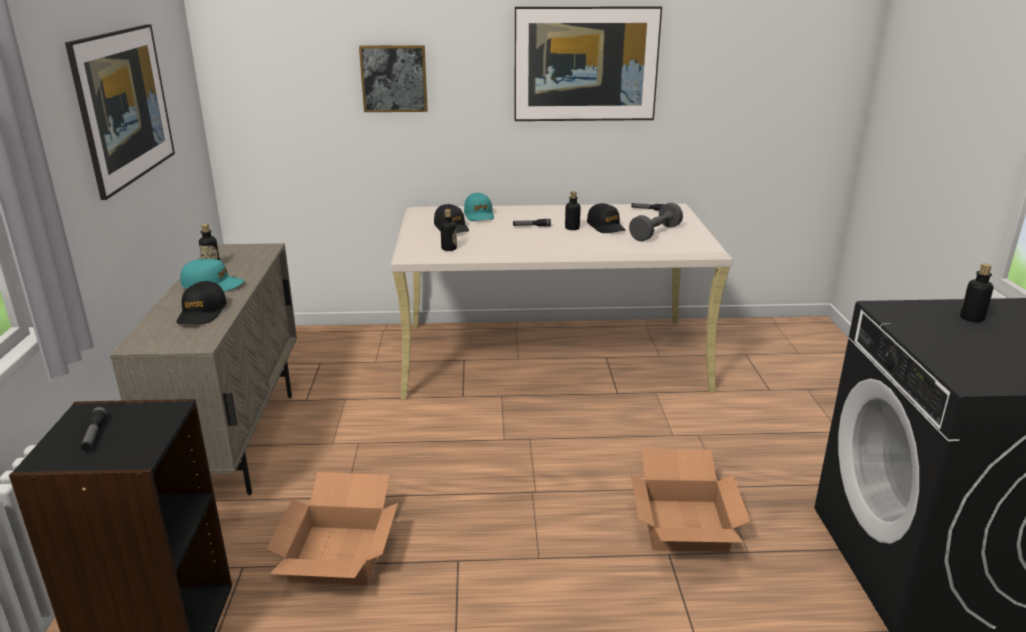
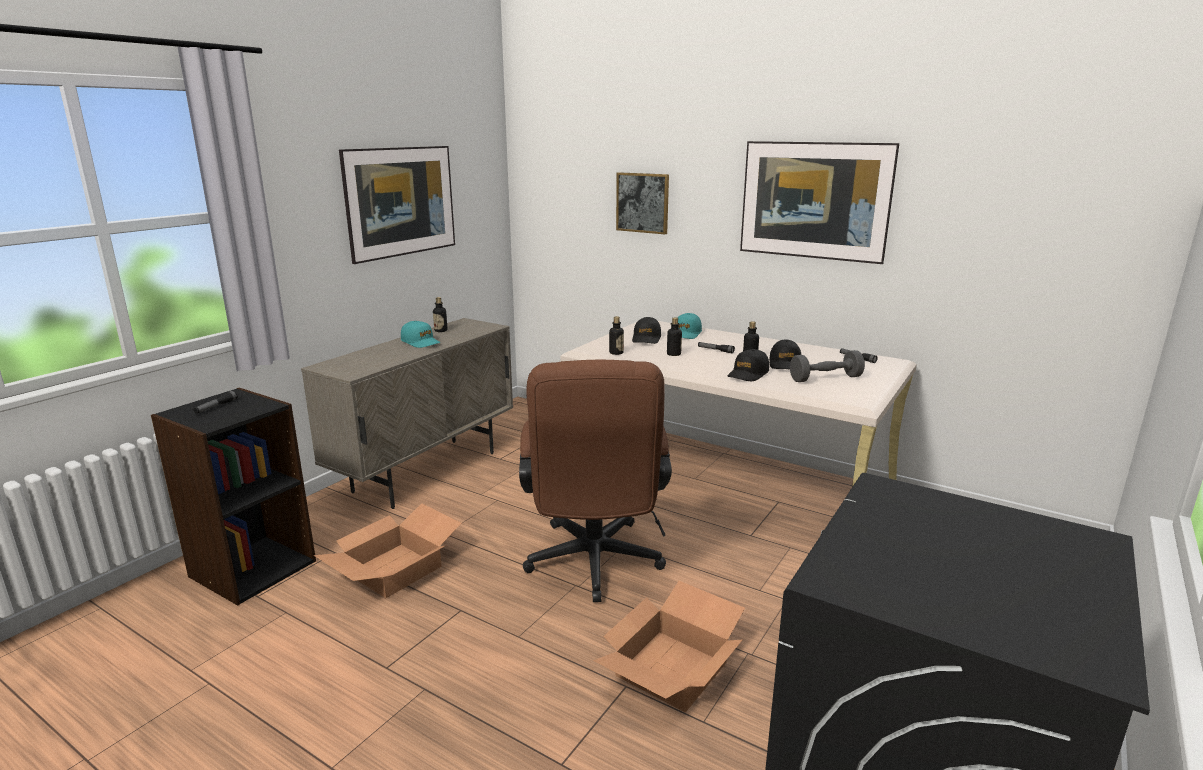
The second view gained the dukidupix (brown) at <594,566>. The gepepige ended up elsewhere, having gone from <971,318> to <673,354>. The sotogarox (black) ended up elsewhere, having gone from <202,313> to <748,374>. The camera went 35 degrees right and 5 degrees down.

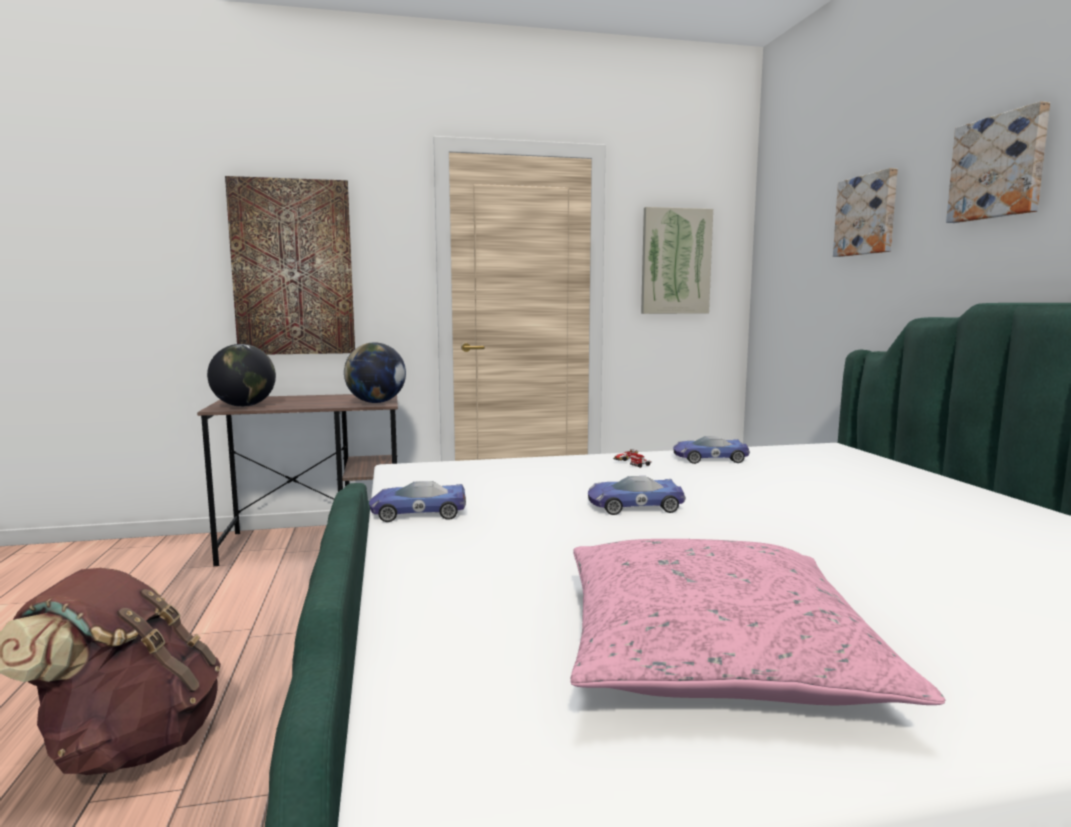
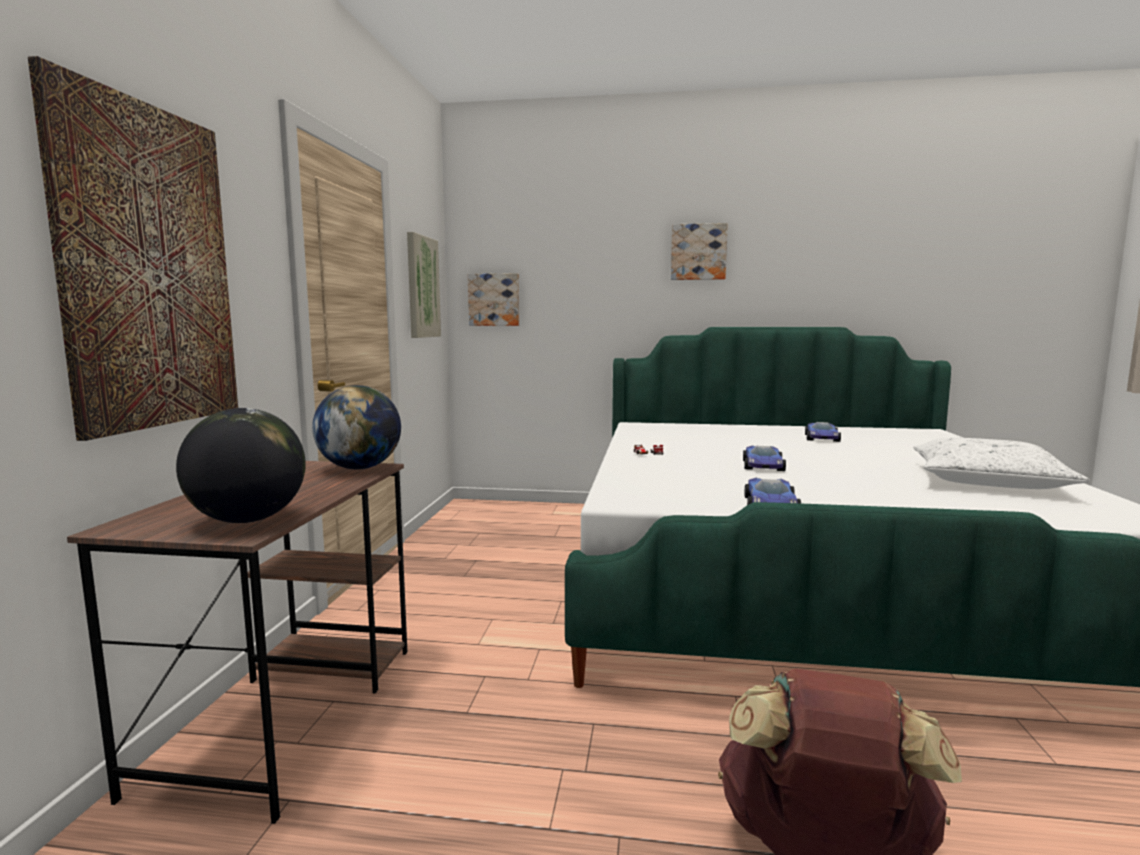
The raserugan ended up elsewhere, having gone from <867,215> to <494,299>. The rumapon ended up elsewhere, having gone from <708,458> to <822,438>. What was the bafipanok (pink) at <713,652> turned into the bafipanok (white) at <987,481>. The camera went 70 degrees left and 0 degrees up.

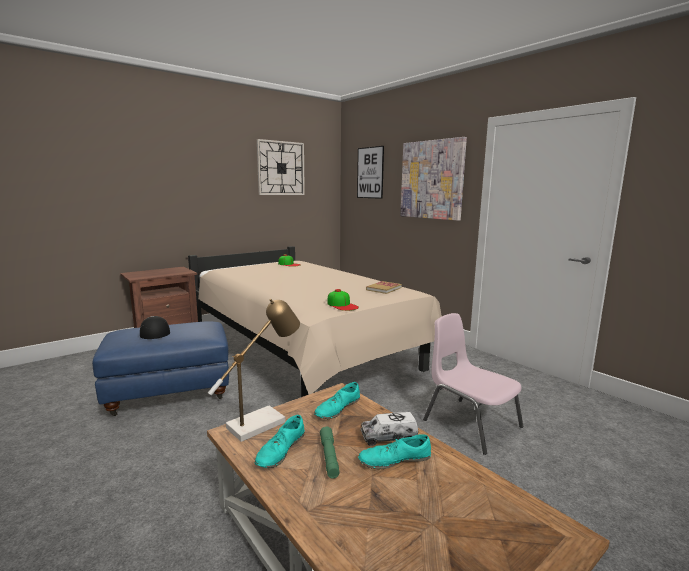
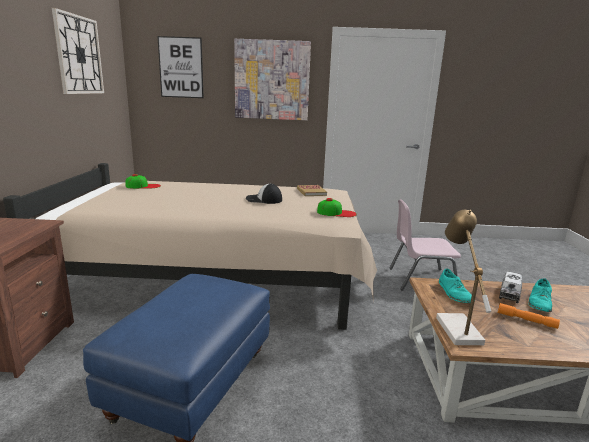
The sotogarox ended up elsewhere, having gone from <154,332> to <263,200>. What was the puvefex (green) at <329,457> turned into the puvefex (orange) at <526,320>. The second view lost the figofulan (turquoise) at <280,450>. The camera went 50 degrees left and 5 degrees up.

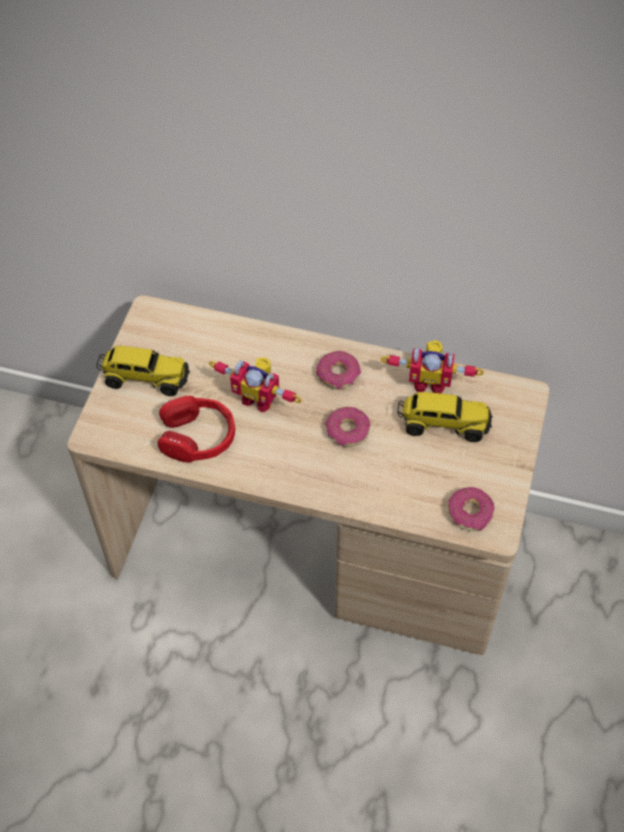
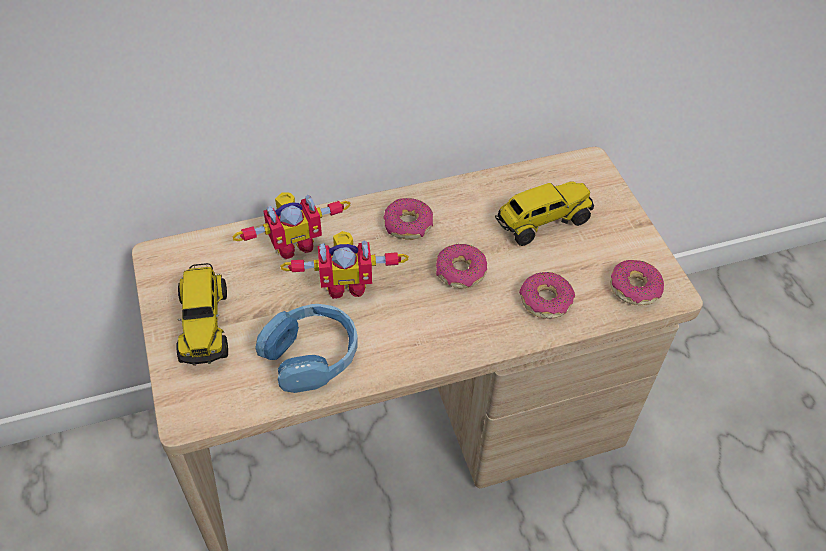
The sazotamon at <145,378> ended up facing another way, 105 degrees clockwise from before. The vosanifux ended up elsewhere, having gone from <429,382> to <294,243>. What was the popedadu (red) at <198,437> turned into the popedadu (blue) at <311,355>. The second view gained the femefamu at <545,301>. The camera went 35 degrees left and 5 degrees down.

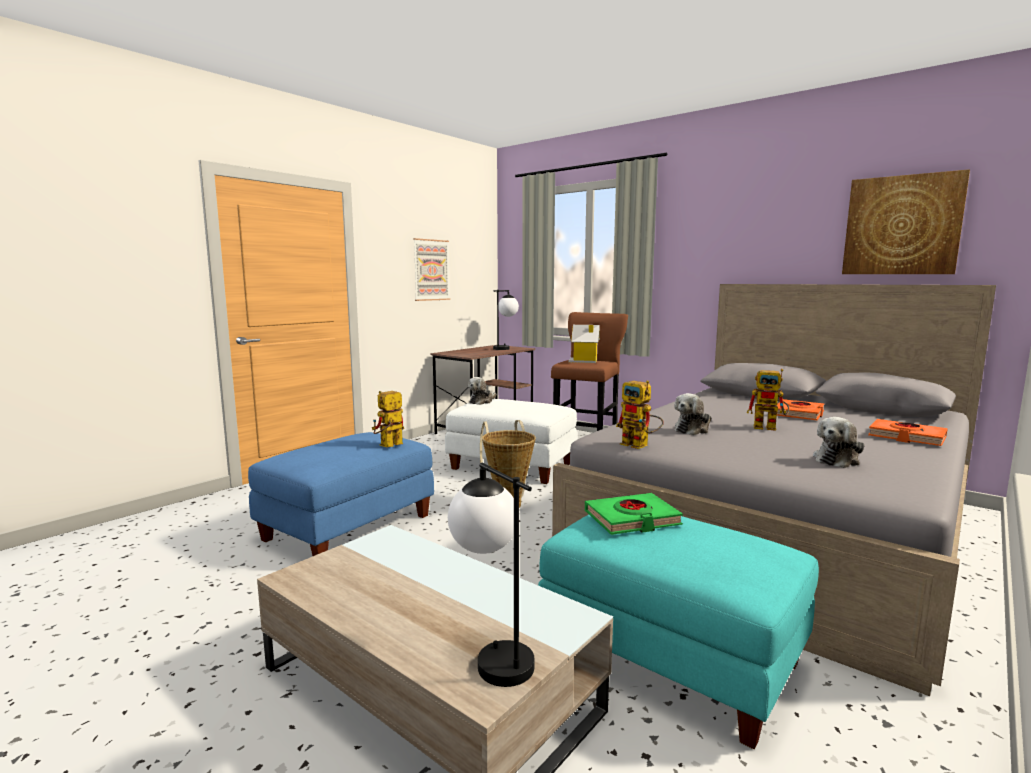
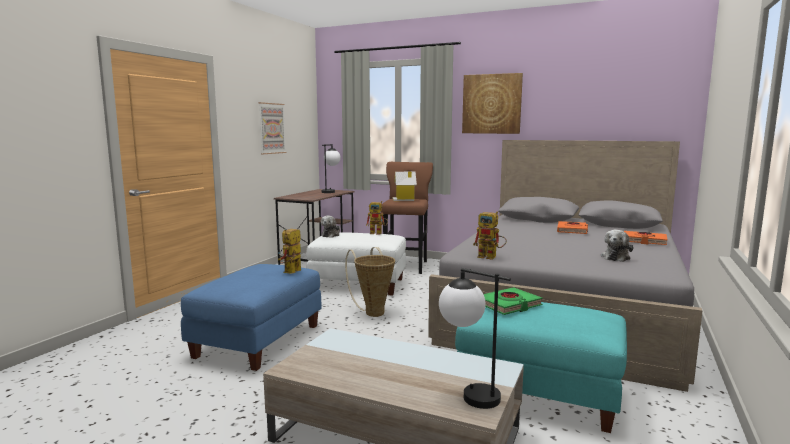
The vosanifux ended up elsewhere, having gone from <770,427> to <378,233>. The raserugan ended up elsewhere, having gone from <902,225> to <491,104>. The second view lost the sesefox at <693,429>. The camera went 15 degrees left and 0 degrees up.

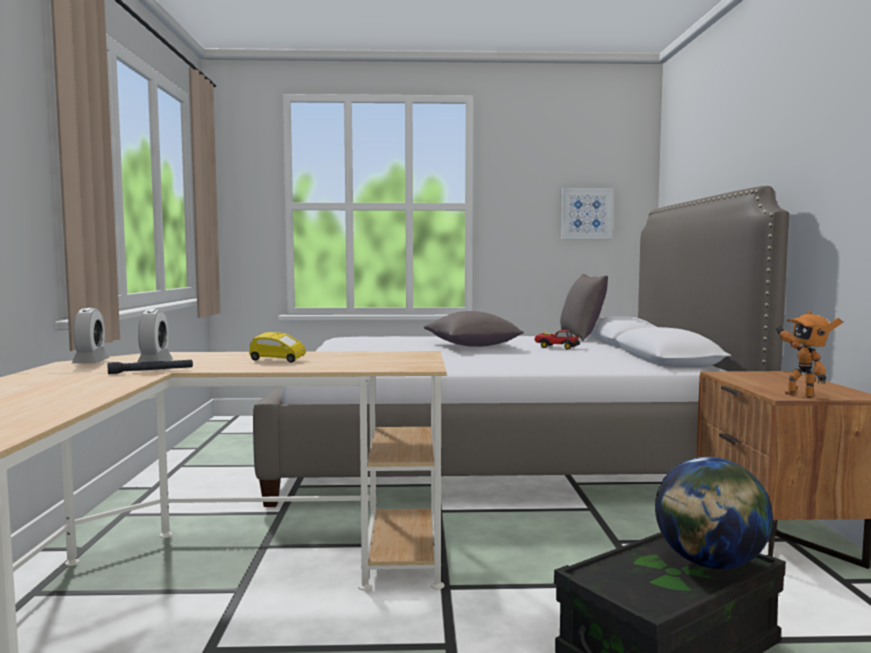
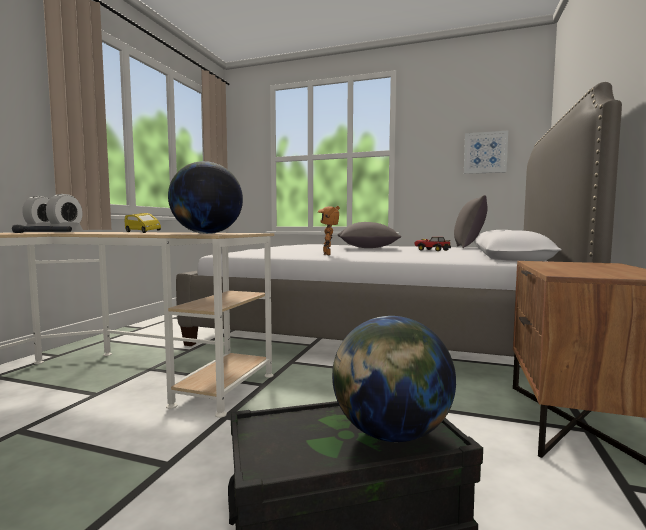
The second view gained the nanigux at <206,233>. The vosanifux ended up elsewhere, having gone from <800,395> to <329,254>. The camera went 20 degrees right and 0 degrees up.

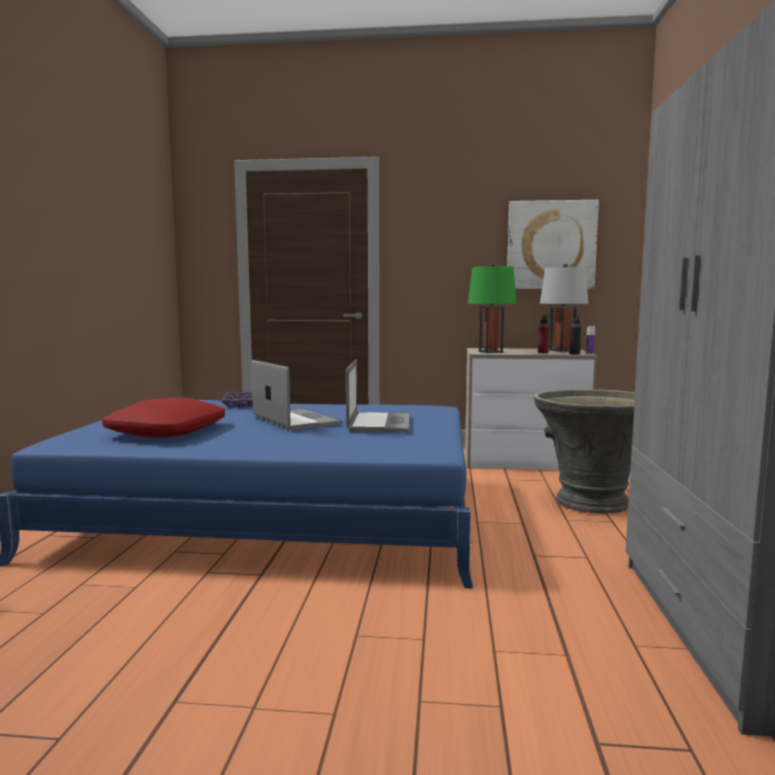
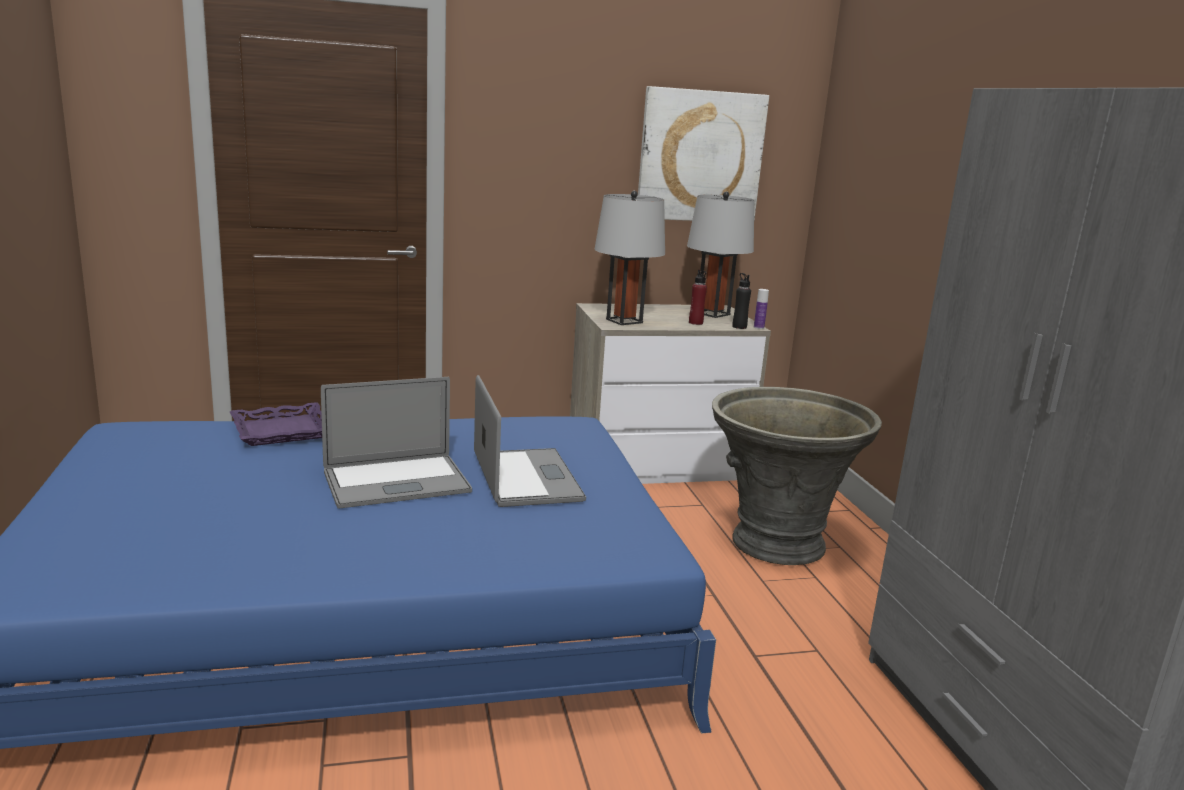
The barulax at <296,420> ended up facing another way, 120 degrees clockwise from before. What was the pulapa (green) at <490,352> turned into the pulapa (grey) at <624,321>. The second view lost the bafipanok (red) at <166,432>. The camera went 20 degrees left and 10 degrees up.

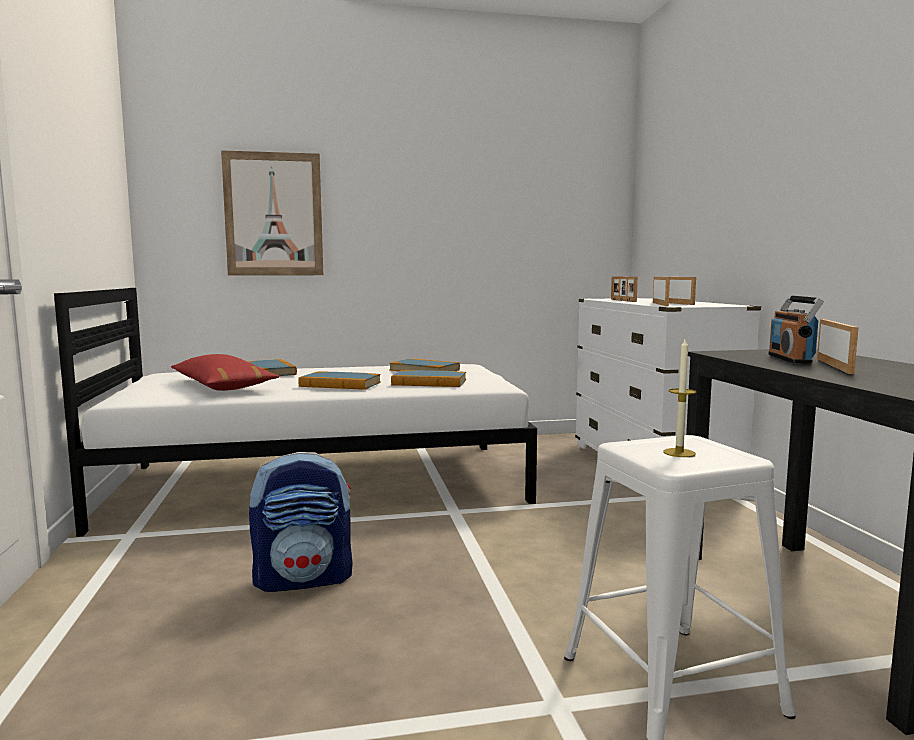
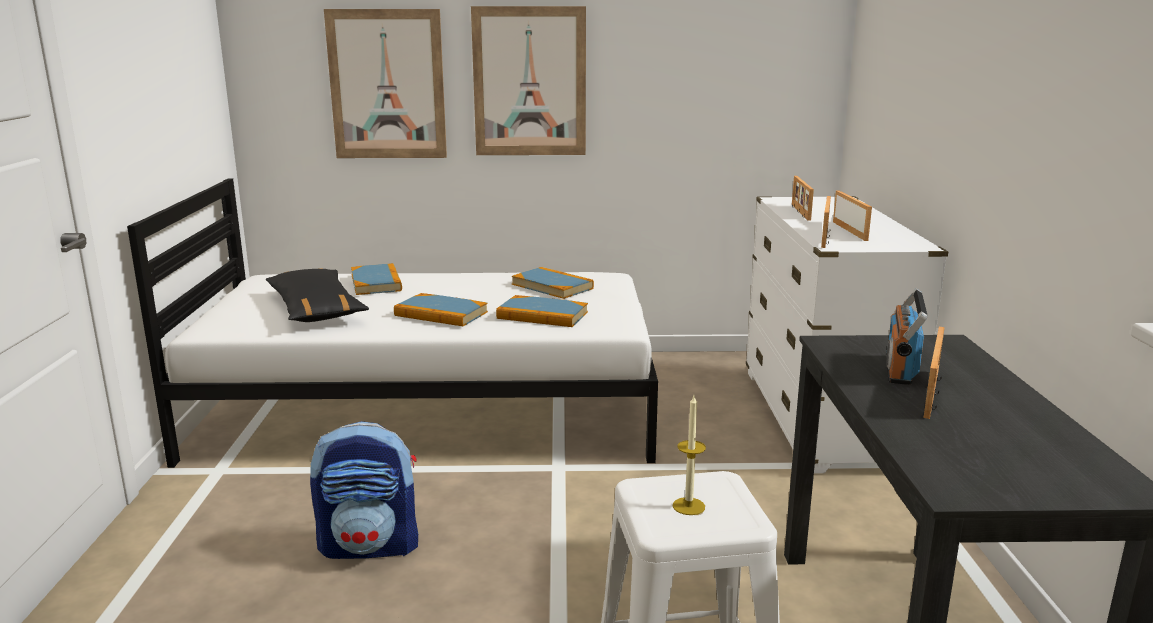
What was the bafipanok (red) at <223,387> turned into the bafipanok (black) at <316,309>. The second view gained the raserugan at <529,82>. The camera went 10 degrees right and 10 degrees up.

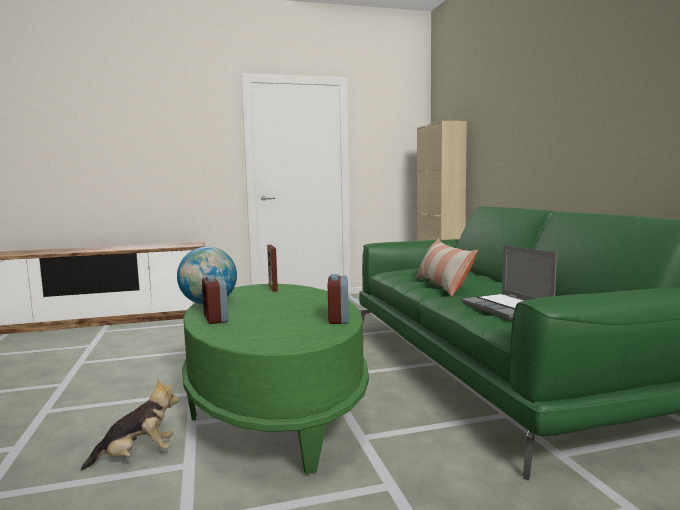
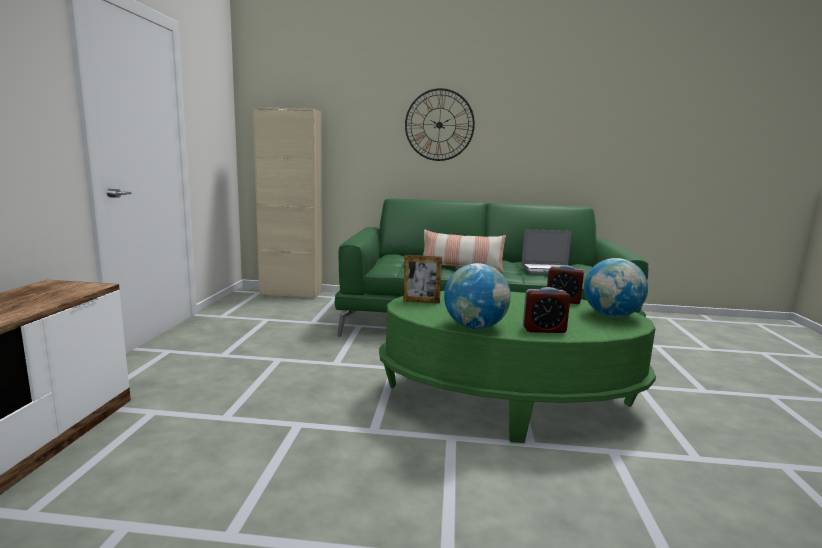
The second view gained the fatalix at <439,125>. The second view gained the nanigux at <611,316>. The second view lost the sesefox at <137,456>. The camera went 70 degrees left and 5 degrees up.

